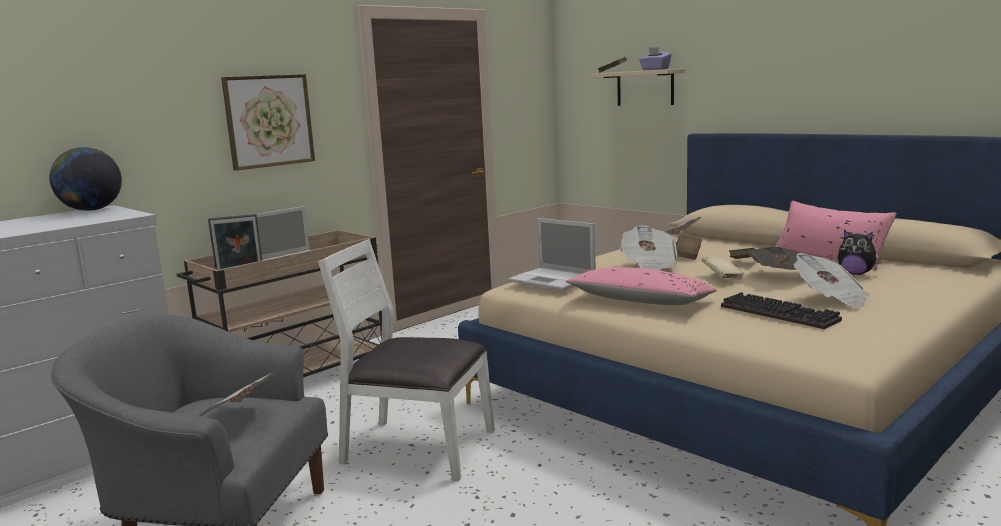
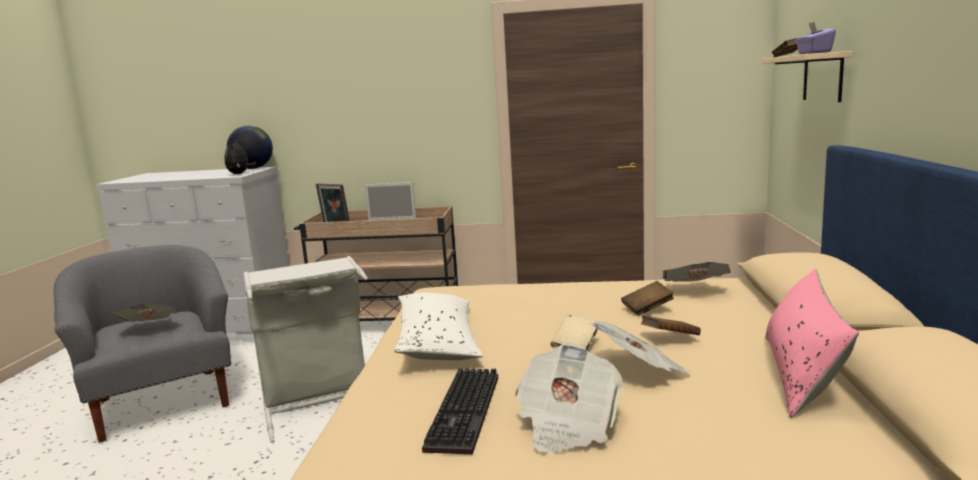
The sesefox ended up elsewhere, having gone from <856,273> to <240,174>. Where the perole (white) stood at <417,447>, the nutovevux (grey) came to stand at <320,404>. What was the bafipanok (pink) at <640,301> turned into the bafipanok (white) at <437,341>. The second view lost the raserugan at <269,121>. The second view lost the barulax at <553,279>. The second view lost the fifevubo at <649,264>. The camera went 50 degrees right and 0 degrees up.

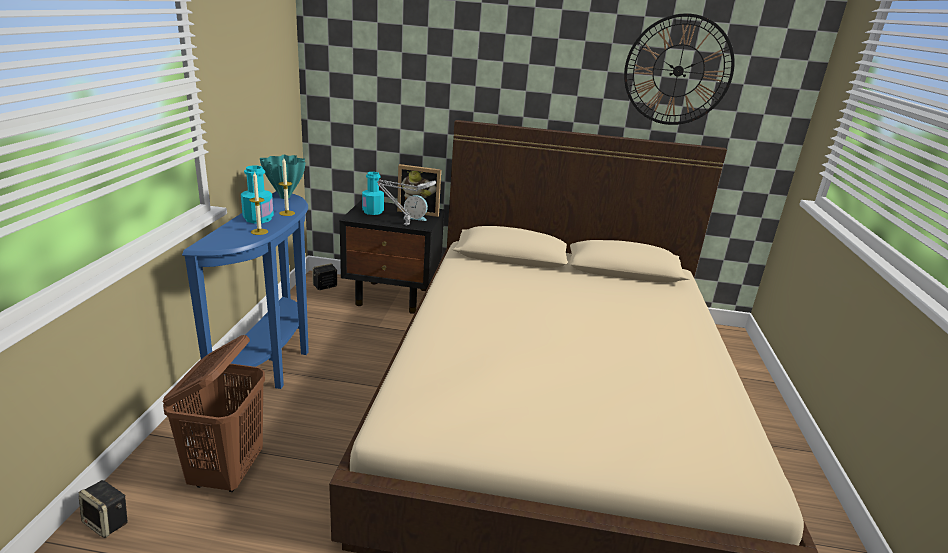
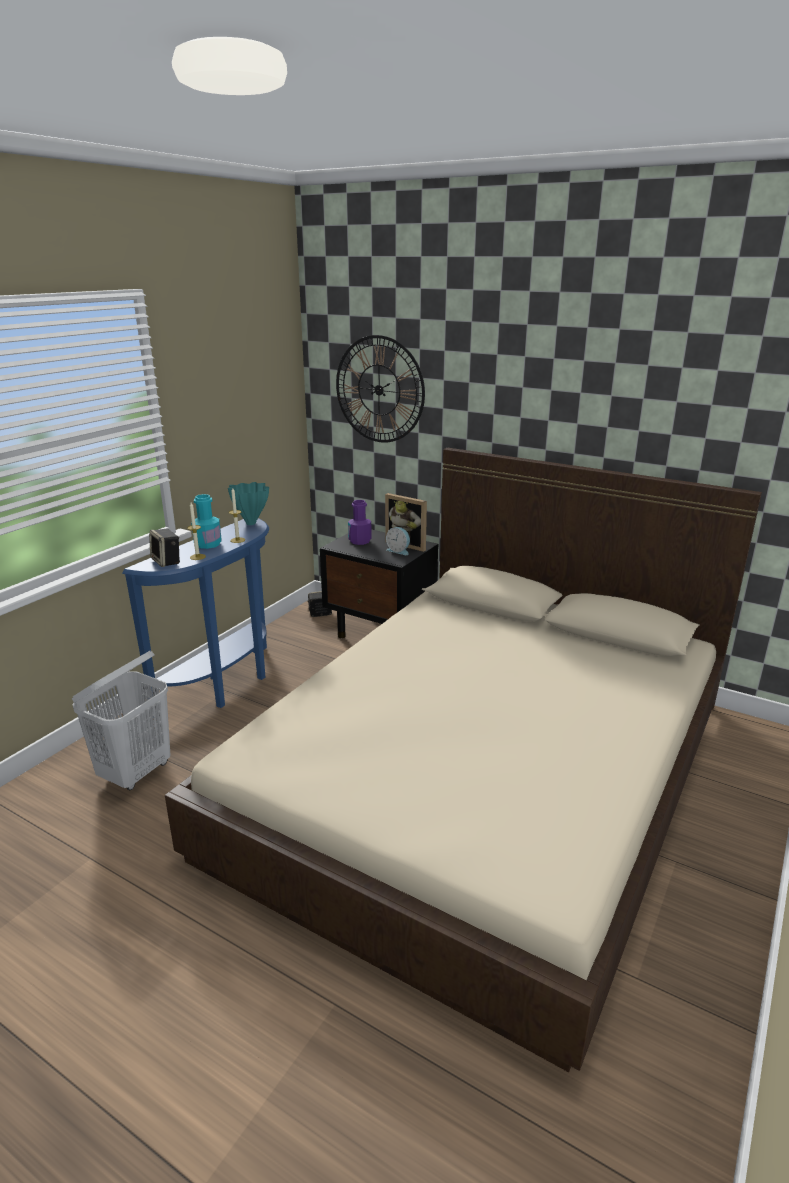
What was the nutovevux (brown) at <227,472> turned into the nutovevux (white) at <136,772>. The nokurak ended up elsewhere, having gone from <108,522> to <167,561>. The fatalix ended up elsewhere, having gone from <678,71> to <379,390>. What was the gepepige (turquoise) at <373,211> turned into the gepepige (purple) at <360,541>. The second view lost the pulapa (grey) at <404,224>. The camera went 25 degrees right and 0 degrees up.

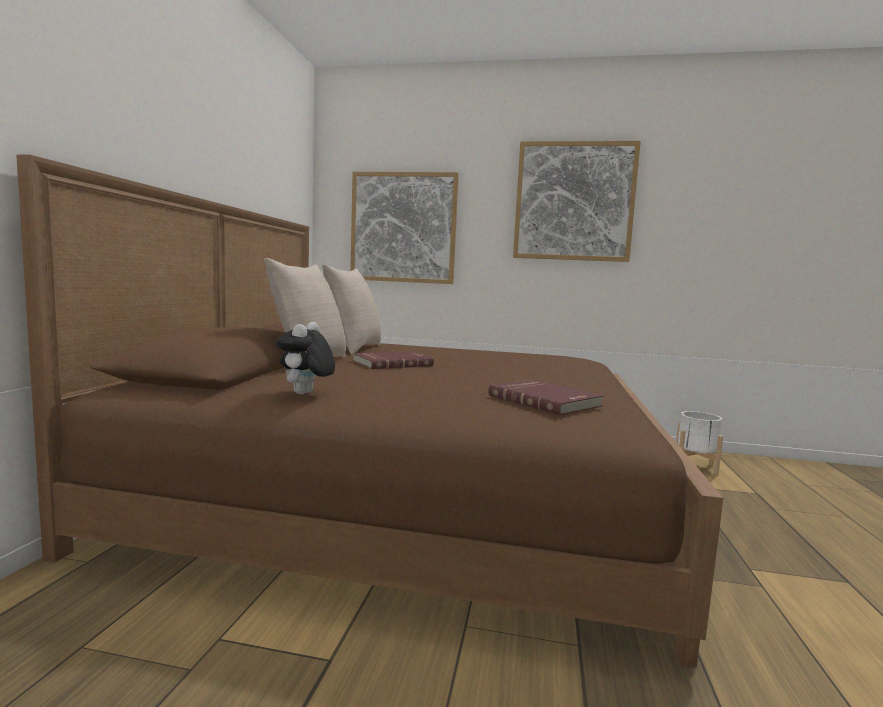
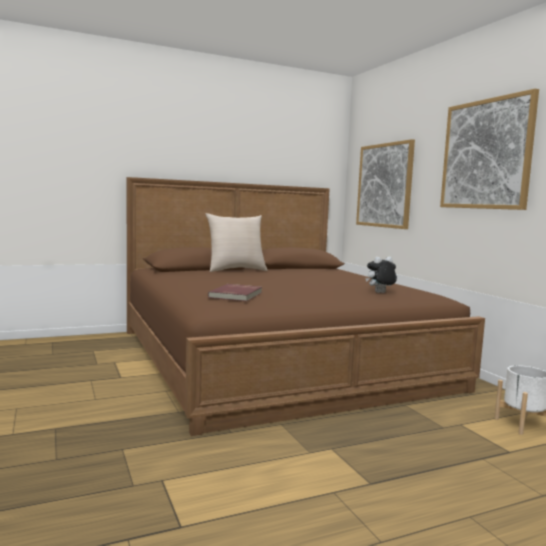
The sesefox ended up elsewhere, having gone from <306,394> to <380,293>. The second view lost the bafipanok (beige) at <353,348>. The second view lost the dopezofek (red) at <392,363>. The camera went 55 degrees right and 0 degrees up.

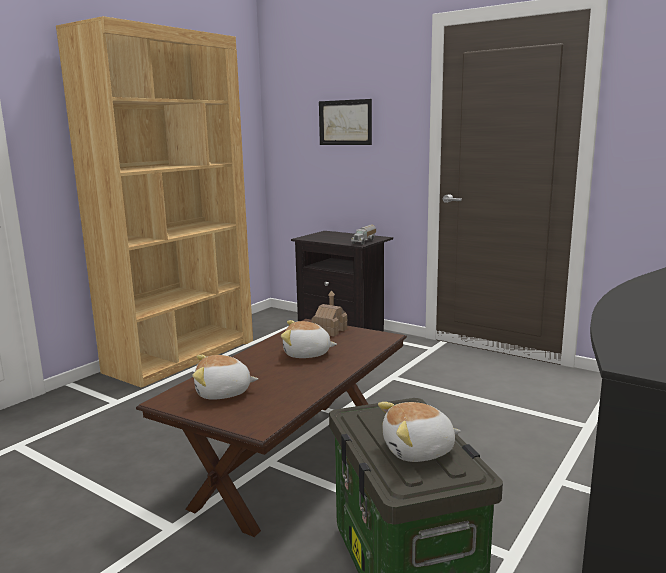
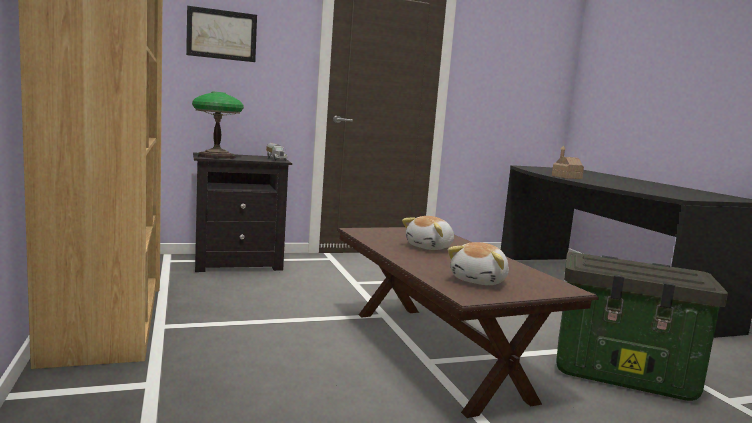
The second view gained the pulapa at <216,156>. The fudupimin ended up elsewhere, having gone from <329,330> to <566,177>. The second view lost the sesefox at <418,451>. The camera went 55 degrees left and 5 degrees down.

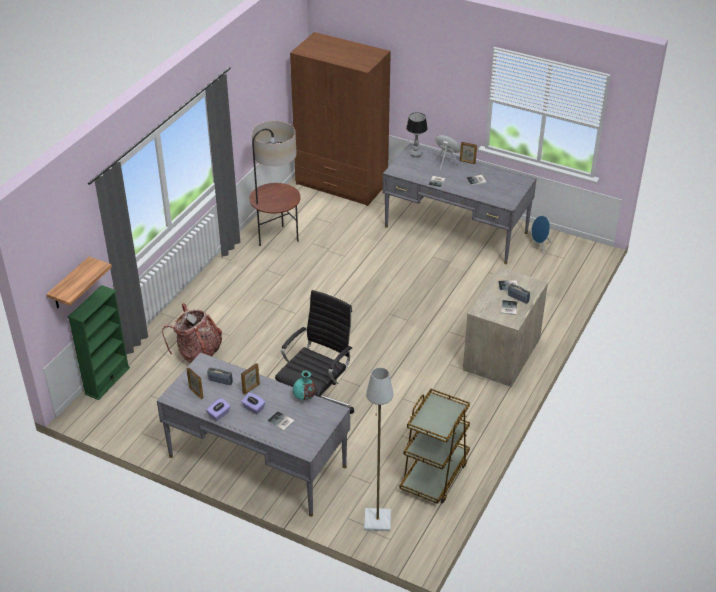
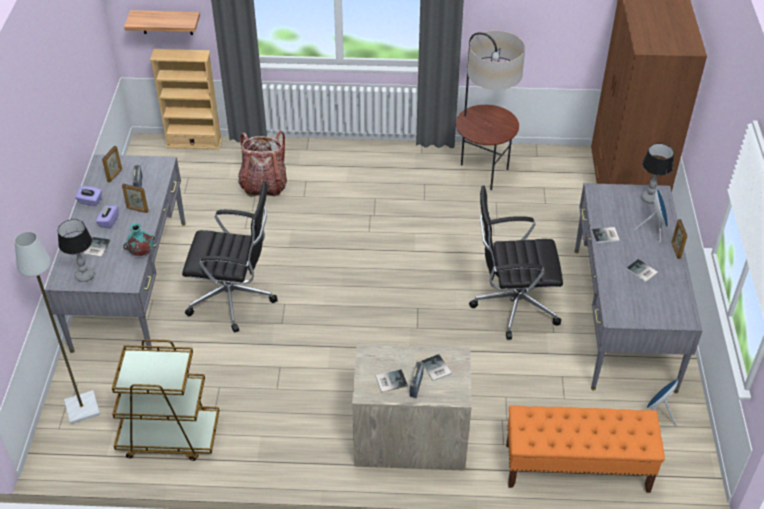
The second view gained the pulapa at <84,276>. What was the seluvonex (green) at <107,380> turned into the seluvonex (beige) at <194,143>. The second view gained the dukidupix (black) at <513,305>. The second view gained the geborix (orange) at <576,468>. The camera went 65 degrees right and 5 degrees up.

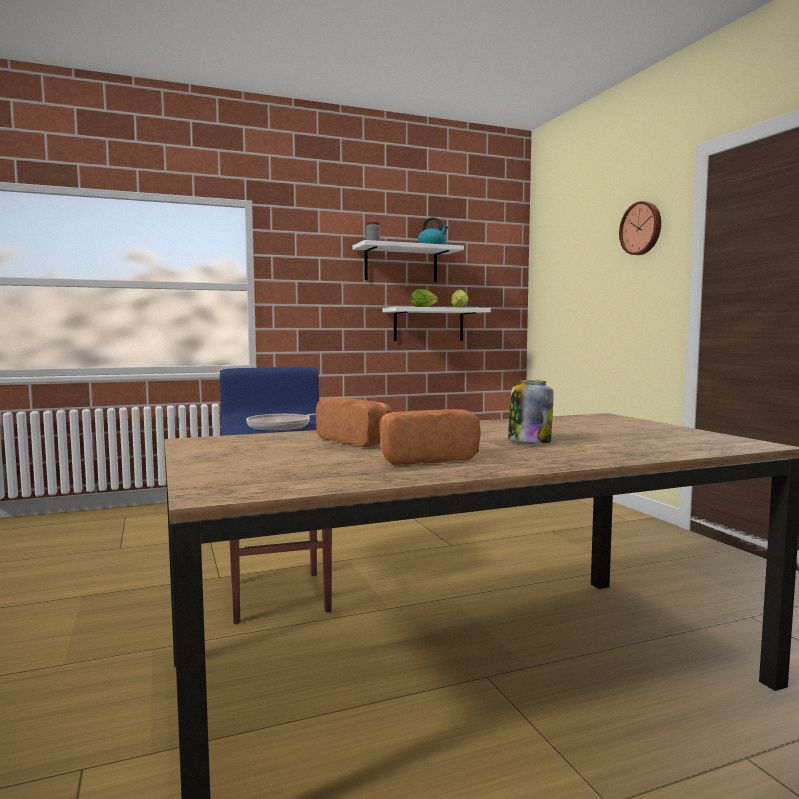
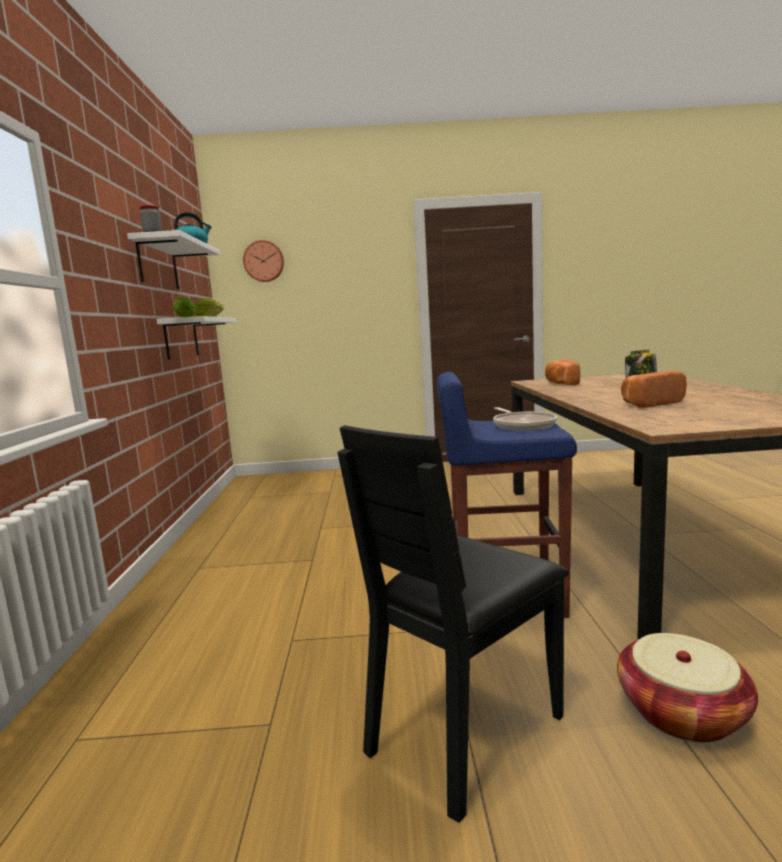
The fatalix ended up elsewhere, having gone from <642,228> to <264,261>. The second view gained the perole (black) at <464,730>. The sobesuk ended up elsewhere, having gone from <425,459> to <560,384>. The second view gained the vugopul at <682,713>. The camera went 70 degrees left and 5 degrees up.

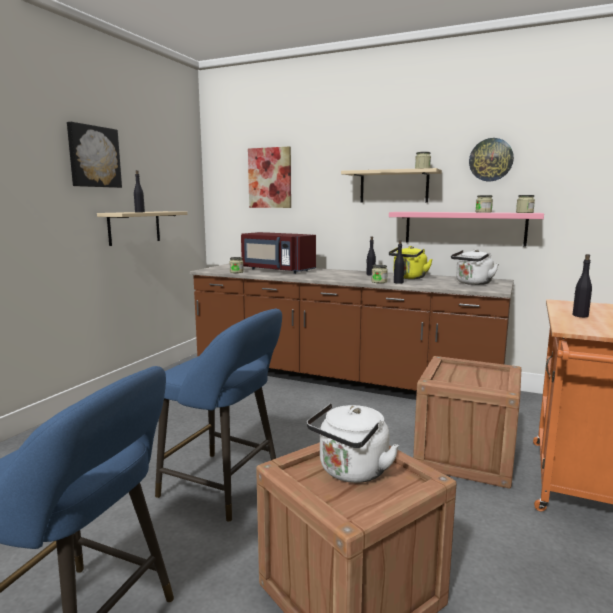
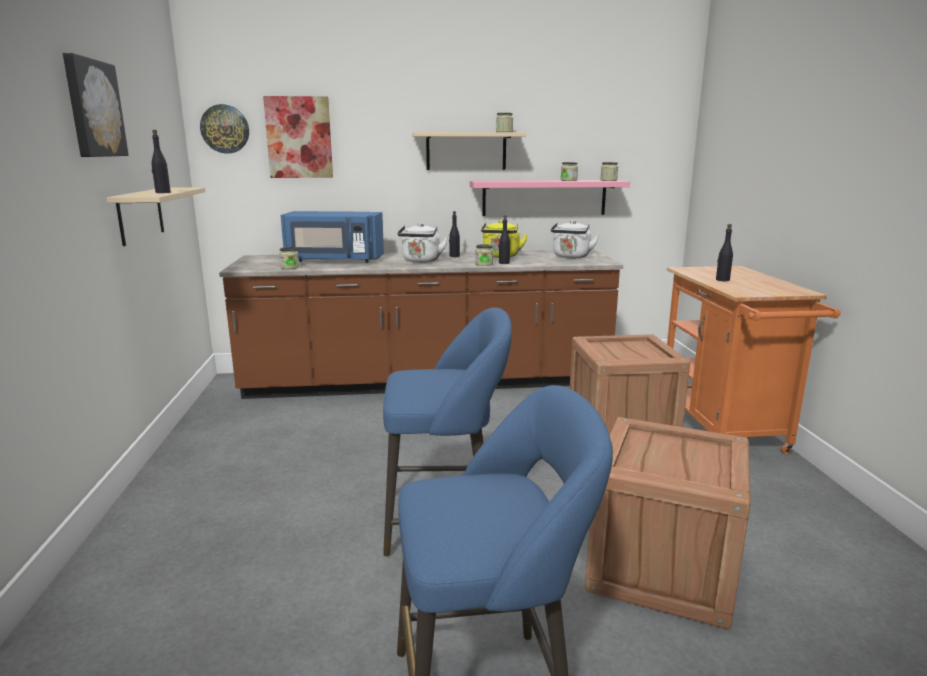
The fatalix ended up elsewhere, having gone from <491,160> to <225,129>. What was the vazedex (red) at <276,270> turned into the vazedex (blue) at <334,260>. The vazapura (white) ended up elsewhere, having gone from <351,472> to <421,261>. The camera went 30 degrees left and 5 degrees up.

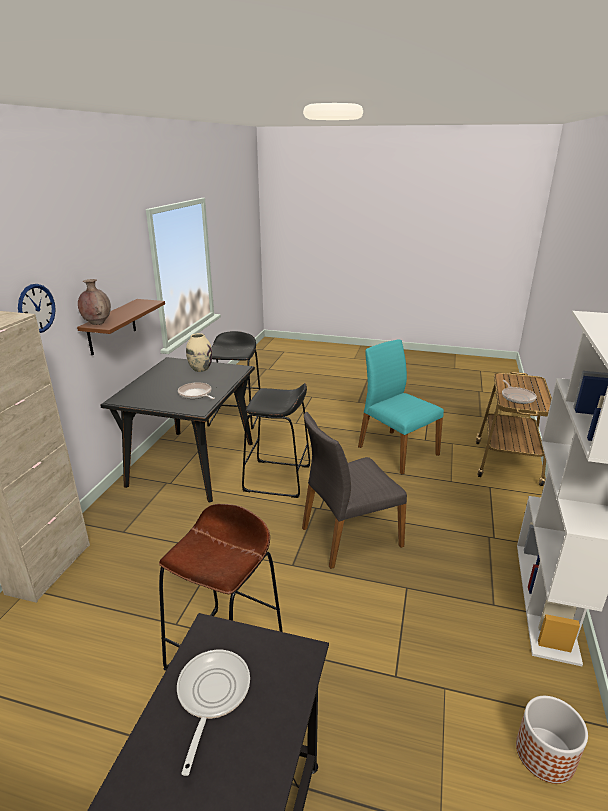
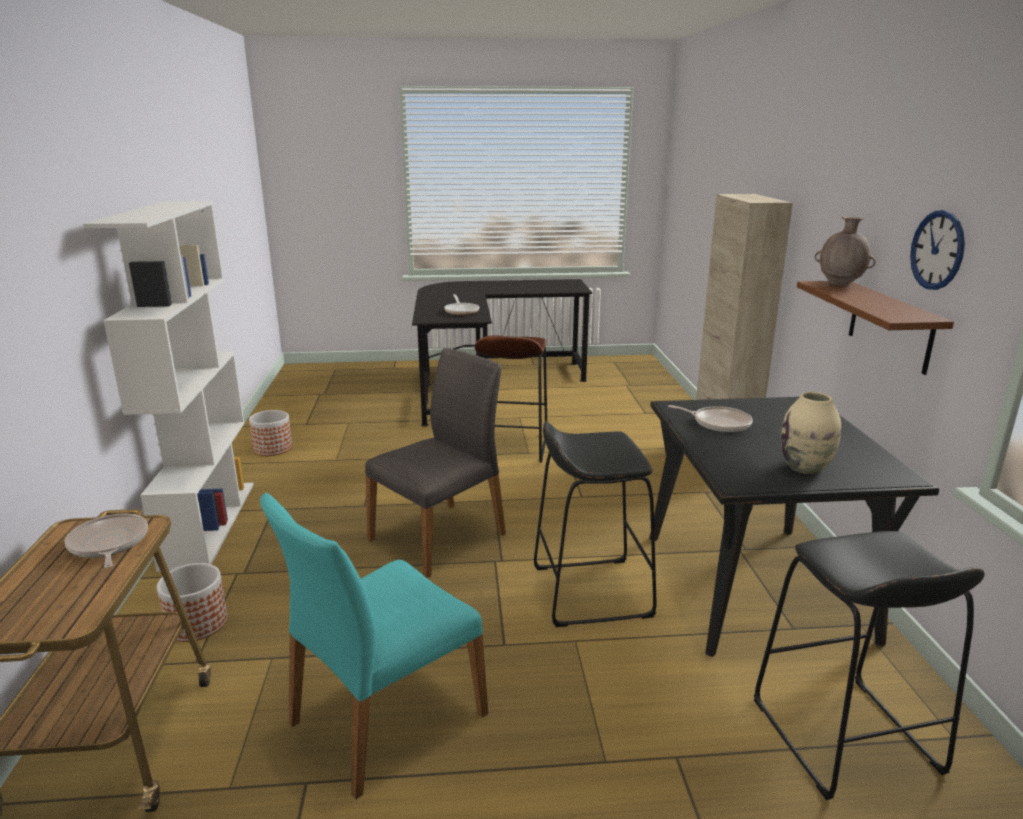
The second view gained the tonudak at <197,624>. The perole (turquoise) at <396,450> ended up facing another way, 105 degrees clockwise from before. The fatalix ended up elsewhere, having gone from <36,308> to <937,250>. The camera went 160 degrees right and 5 degrees down.

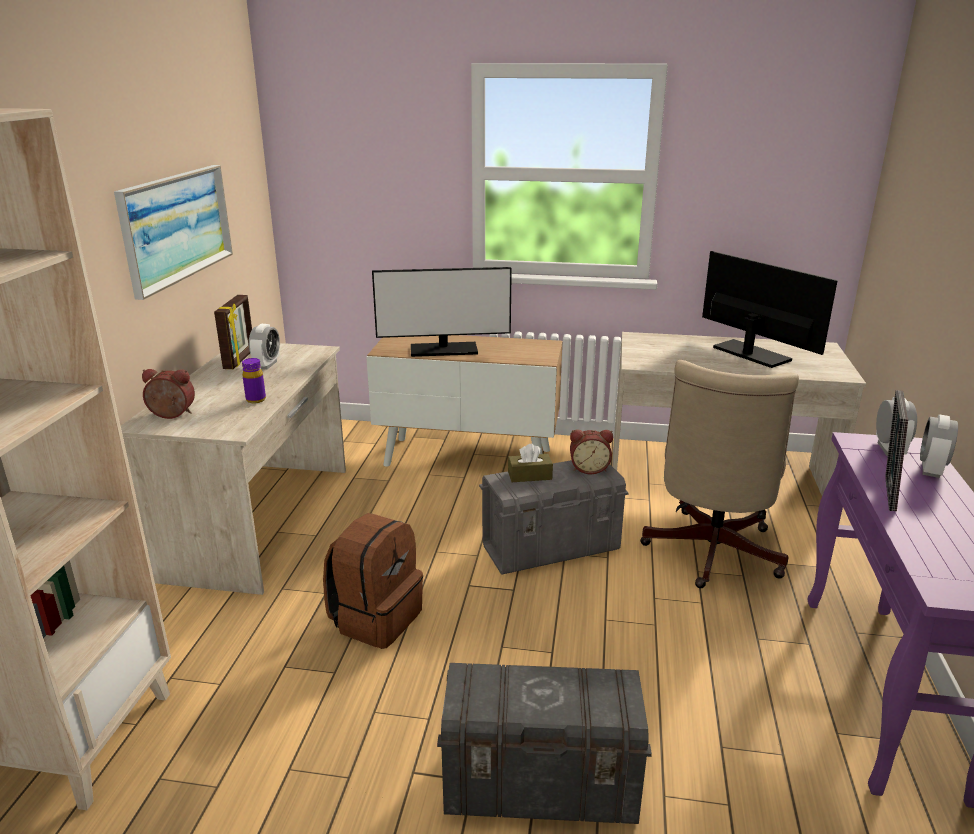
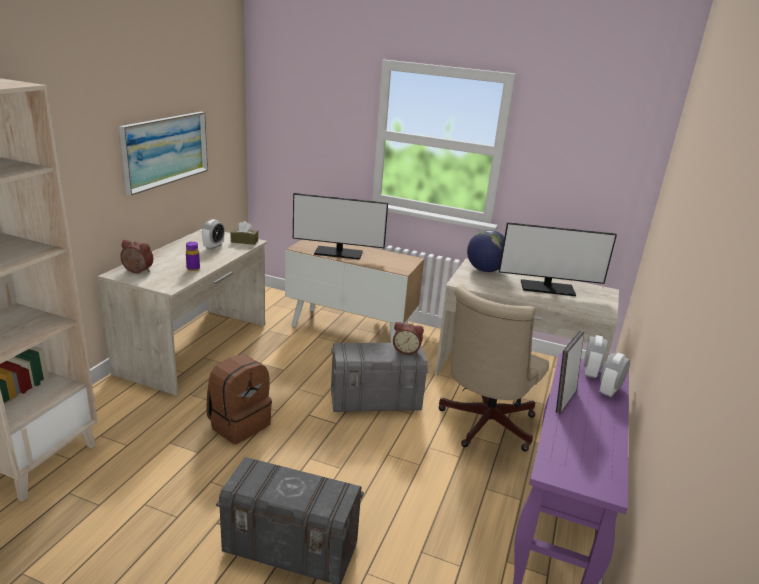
The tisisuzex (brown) ended up elsewhere, having gone from <529,475> to <244,241>. The second view gained the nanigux at <485,270>. The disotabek at <751,354> ended up facing another way, 120 degrees clockwise from before. The second view lost the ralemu at <240,359>. The camera went 10 degrees right and 0 degrees up.

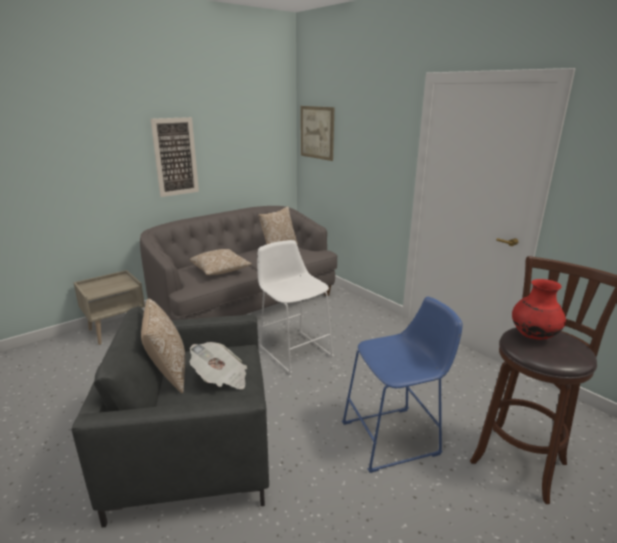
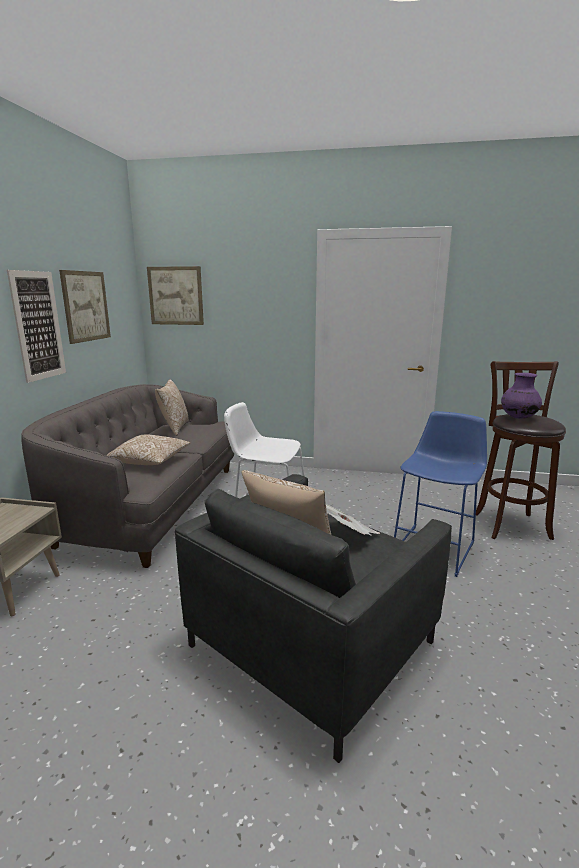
The second view gained the raserugan at <86,306>. What was the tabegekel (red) at <533,336> turned into the tabegekel (purple) at <518,417>. The camera went 40 degrees left and 5 degrees down.

